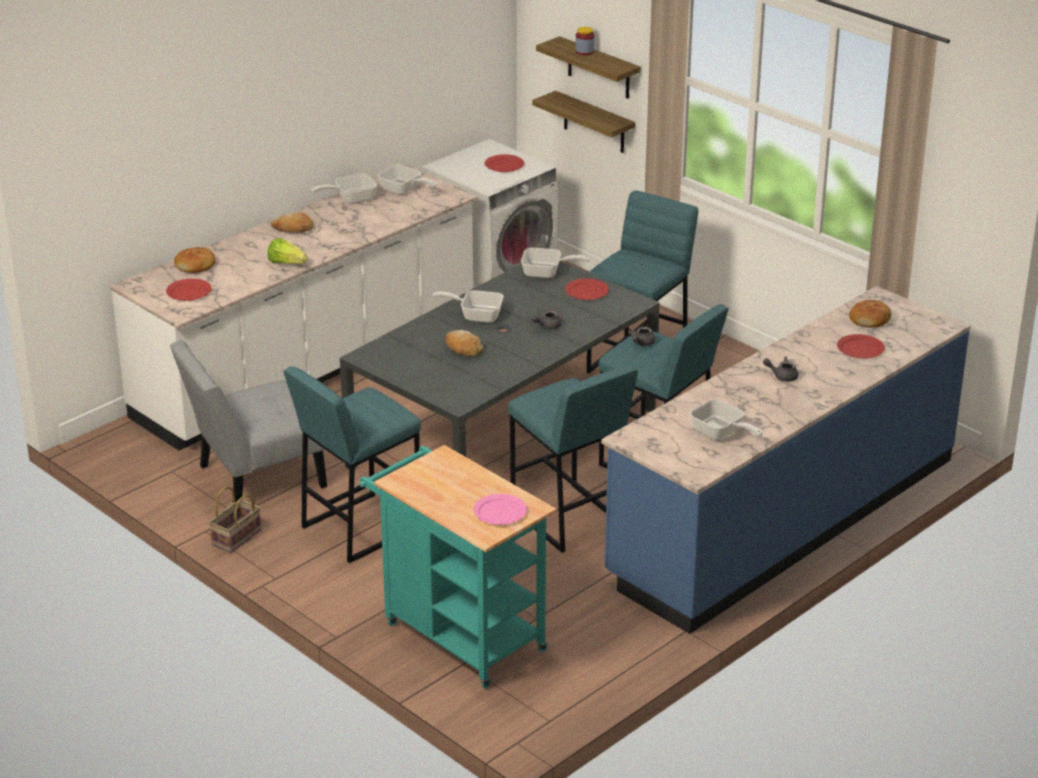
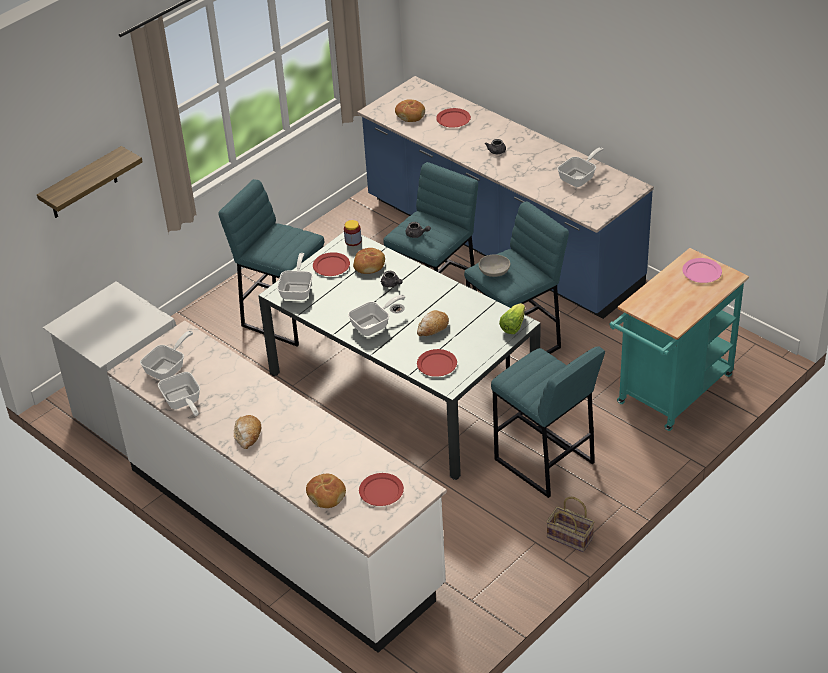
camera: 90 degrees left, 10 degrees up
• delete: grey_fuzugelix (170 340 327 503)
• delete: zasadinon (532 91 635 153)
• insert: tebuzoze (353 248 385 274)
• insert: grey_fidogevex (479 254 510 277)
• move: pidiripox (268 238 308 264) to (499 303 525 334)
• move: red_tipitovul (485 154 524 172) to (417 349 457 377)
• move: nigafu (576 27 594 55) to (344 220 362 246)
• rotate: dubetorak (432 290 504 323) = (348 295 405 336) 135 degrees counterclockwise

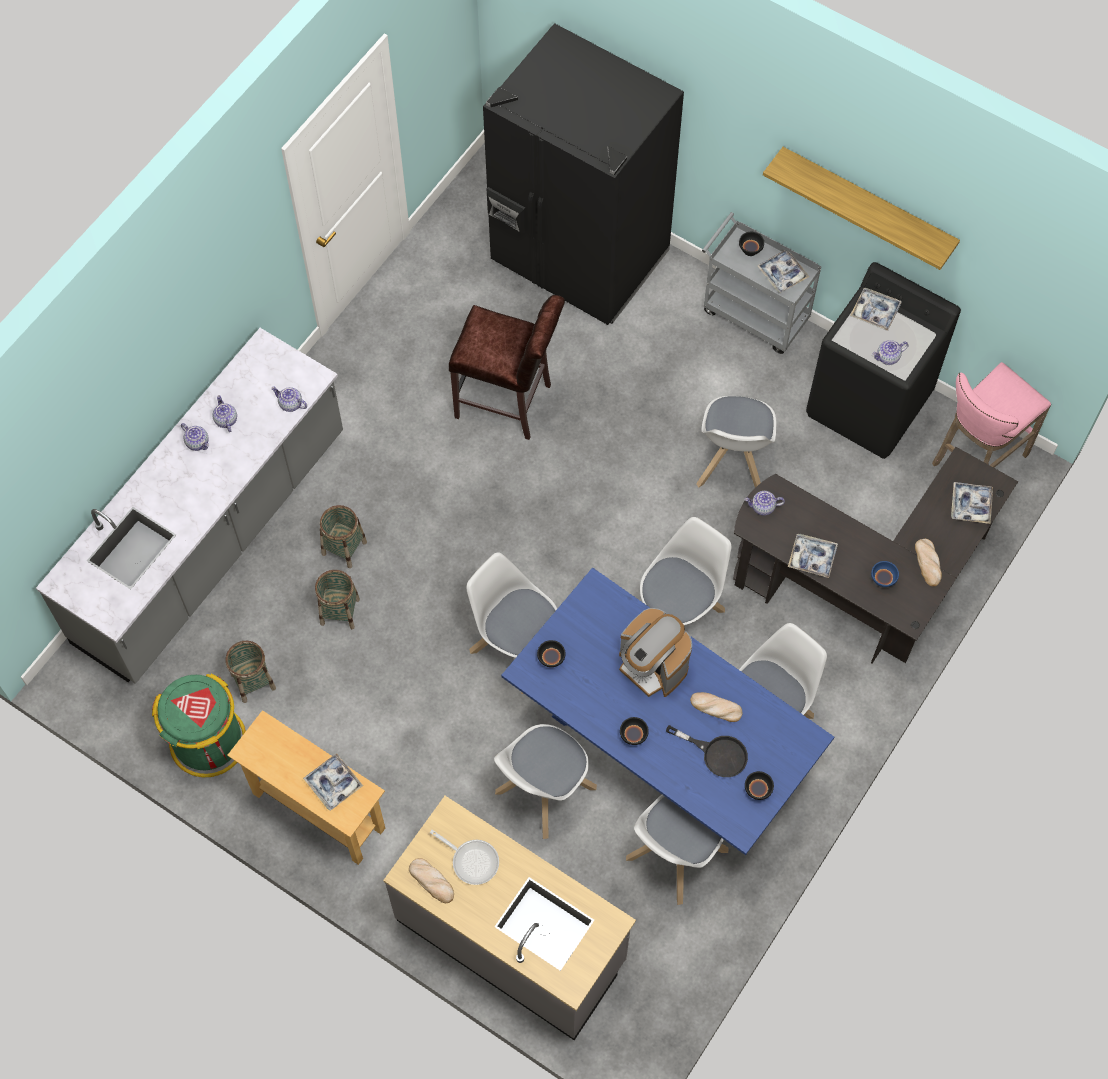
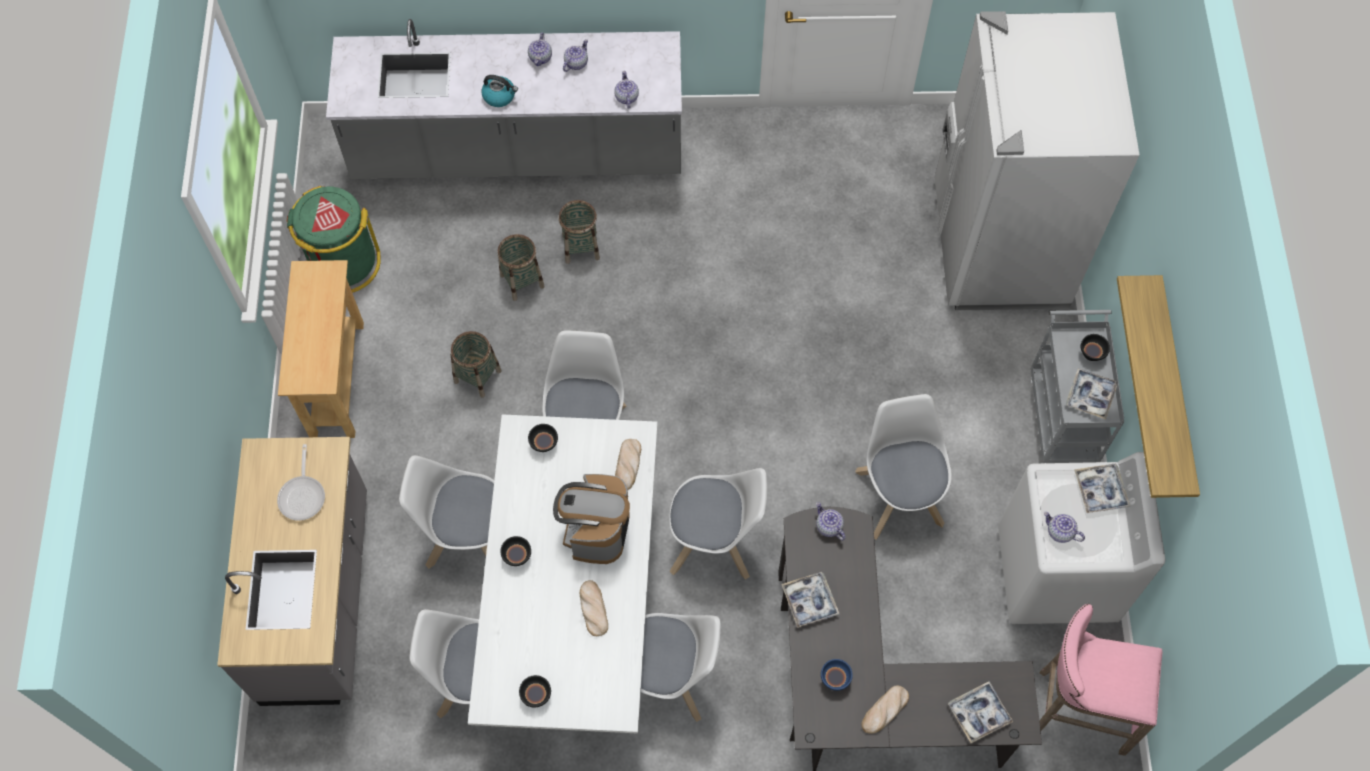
camera: 55 degrees right, 0 degrees up
• delete: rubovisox (303 753 363 811)
• delete: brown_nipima (449 295 565 440)
• delete: black_dubetorak (666 725 748 777)
• insert: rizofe (481 75 518 107)
• move: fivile (226 641 276 703) to (451 331 502 398)
• move: tebuzoze (409 858 454 903) to (615 439 641 490)
• recolor: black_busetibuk (483 23 684 325) to white_busetibuk (935 11 1139 311)
• recolor: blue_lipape (501 568 834 855) to white_lipape (468 414 658 734)
• recolor: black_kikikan (806 262 961 459) to white_kikikan (998 452 1165 624)
• rotate: fuzugelix (696 396 777 488) = (855 394 952 540) 105 degrees clockwise

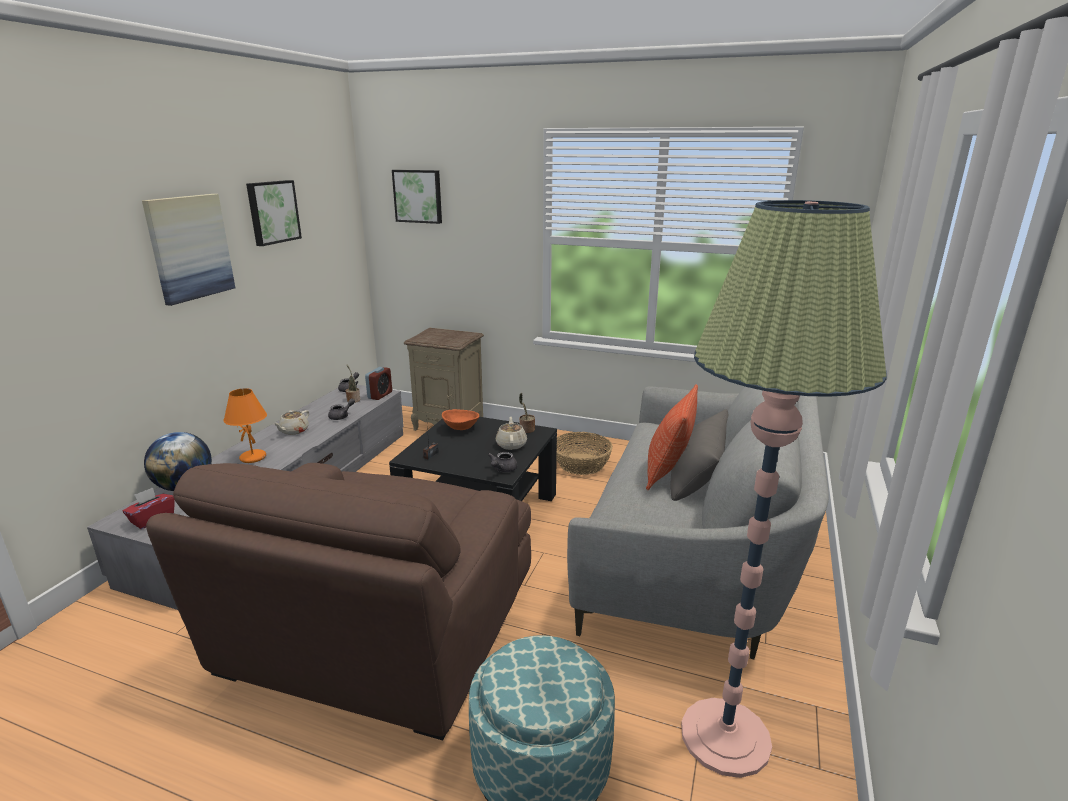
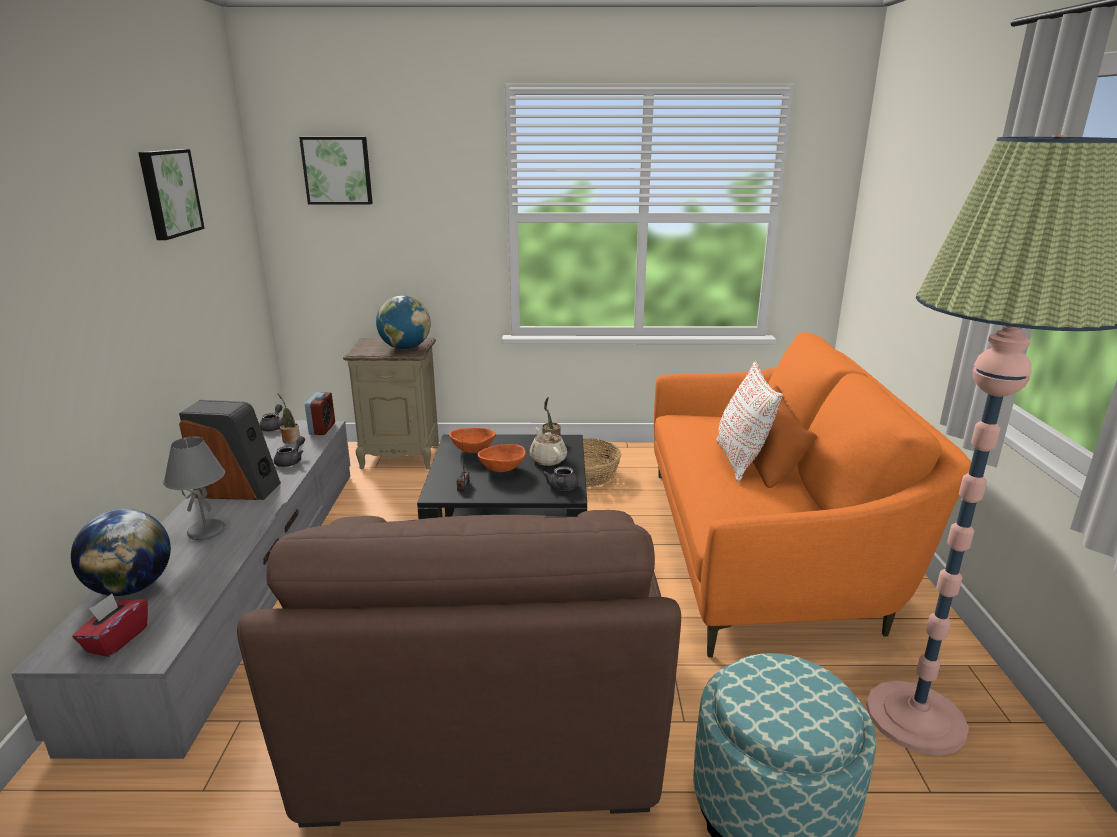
camera: 20 degrees left, 0 degrees up
• delete: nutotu (142 194 235 306)
• insert: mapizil (376 296 431 349)
• insert: orange_fidogevex (477 444 526 472)
• replace: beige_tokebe (274 410 309 435) to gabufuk (179 400 281 500)
• recolor: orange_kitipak (223 388 267 463) to grey_kitipak (163 437 225 540)
• recolor: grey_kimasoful (567 387 829 659) to orange_kimasoful (654 332 971 657)
• recolor: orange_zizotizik (646 384 698 490) to white_zizotizik (716 361 782 482)

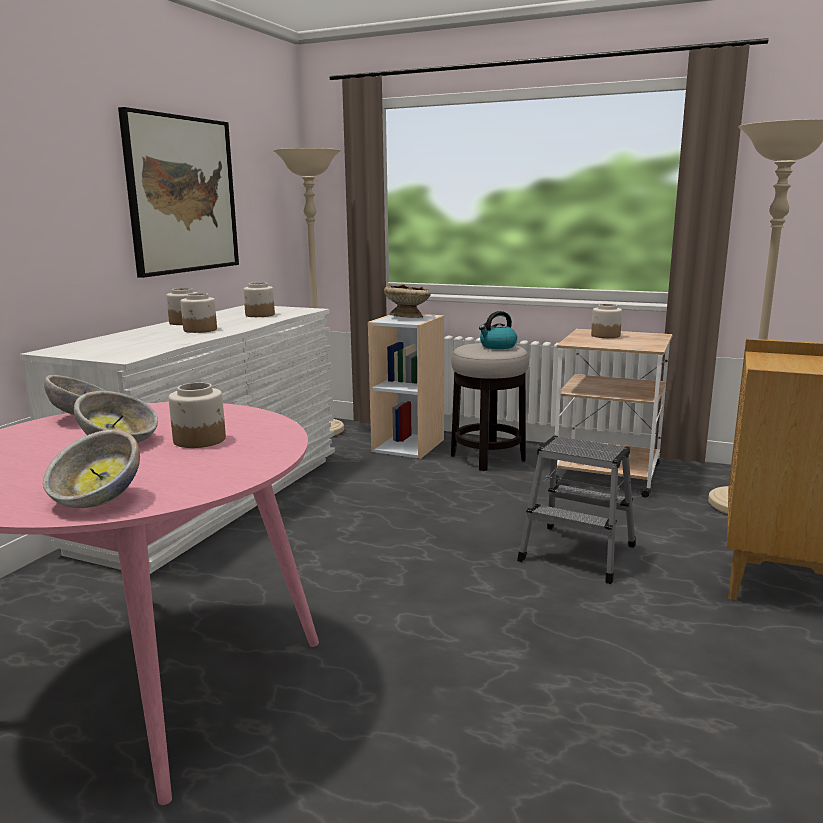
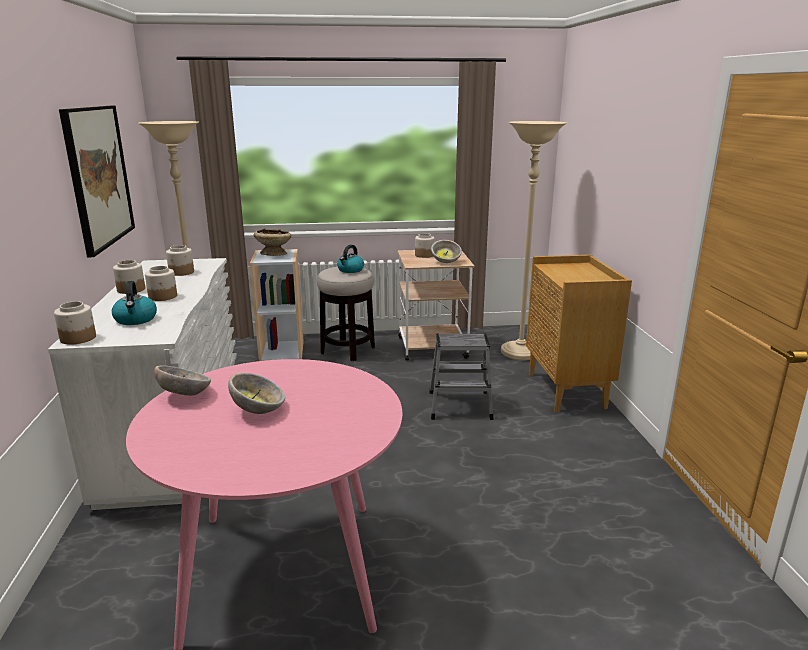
camera: 30 degrees left, 5 degrees up
• insert: rizofe (112 281 157 325)
• move: fidogevex (43 430 140 508) to (431 240 462 263)
• move: nigafu (169 382 226 448) to (54 301 96 345)

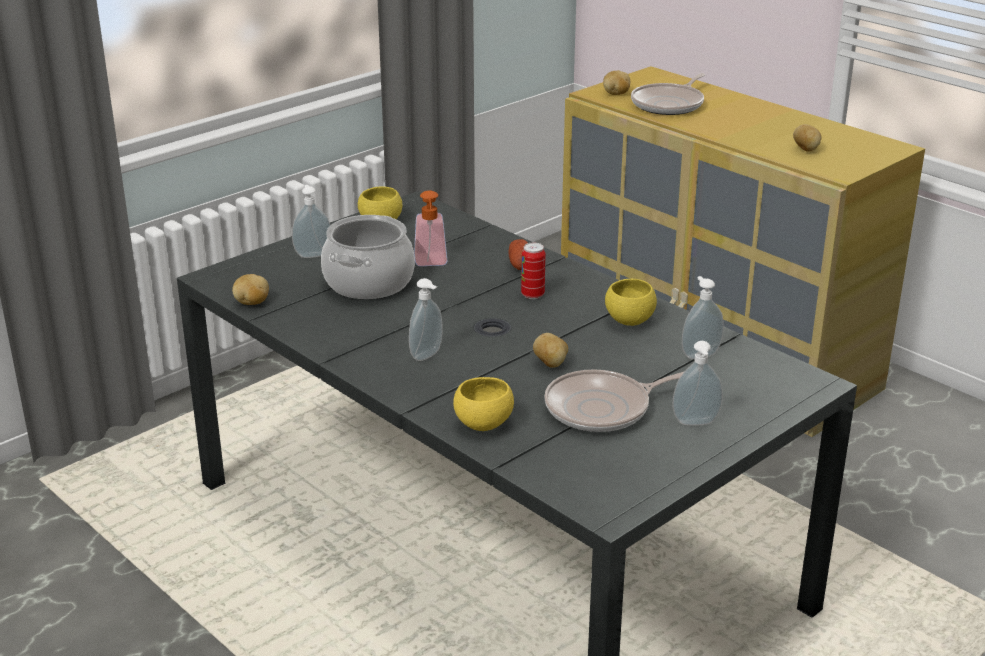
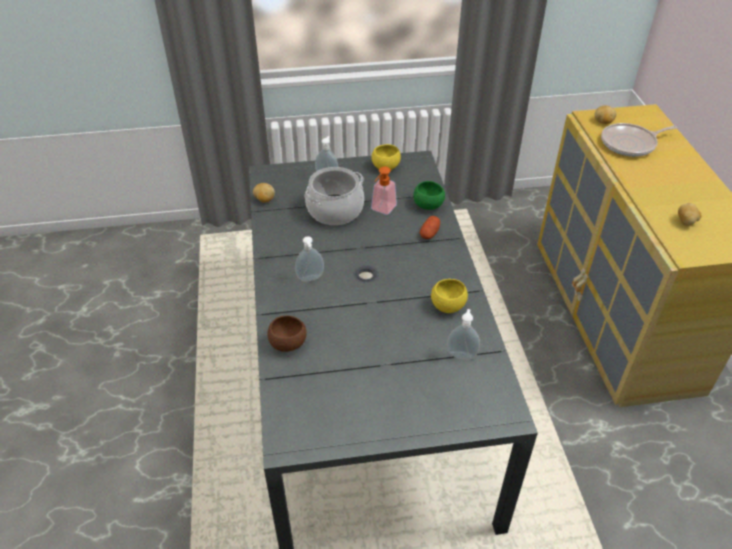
camera: 35 degrees right, 15 degrees up
• delete: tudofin (521 243 546 299)
• delete: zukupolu (533 333 568 368)
• delete: dubetorak (544 369 684 432)
• delete: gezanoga (672 341 723 426)
• insert: green_fidogevex (413 181 445 210)
• recolor: yellow_fidogevex (453 377 514 431) to brown_fidogevex (267 316 306 352)

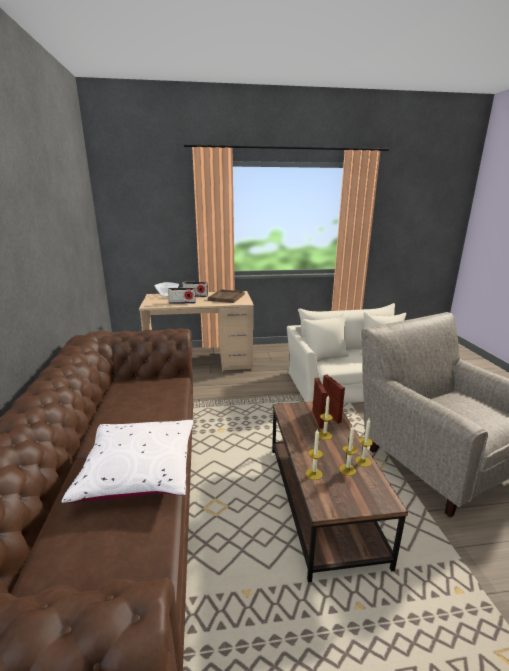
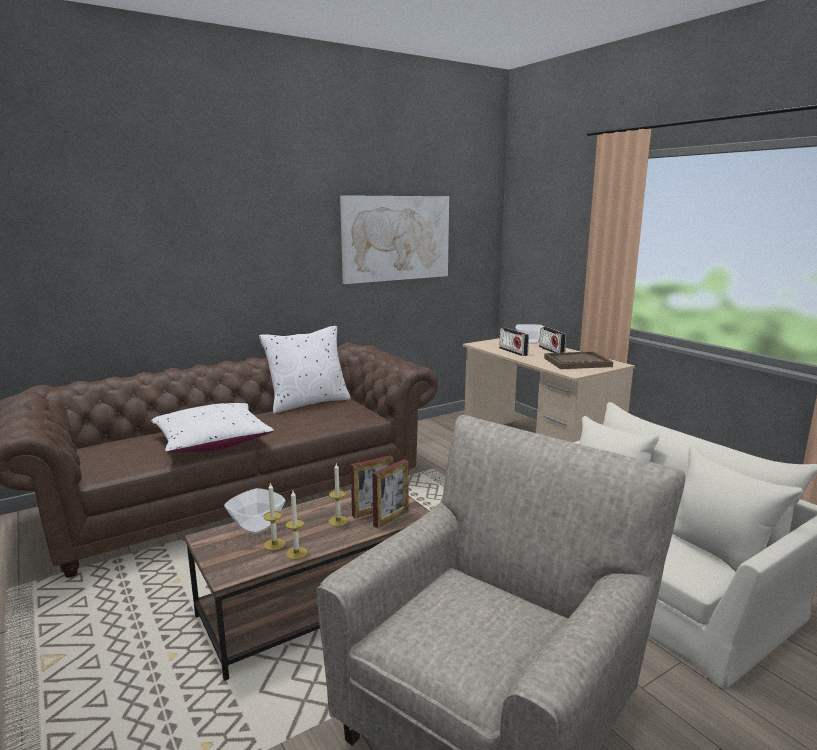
camera: 65 degrees right, 5 degrees down
• insert: white_zizotizik (259 326 351 414)
• insert: nutotu (340 195 449 284)
• replace: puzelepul (306 429 323 480) to fidogevex (224 488 286 534)

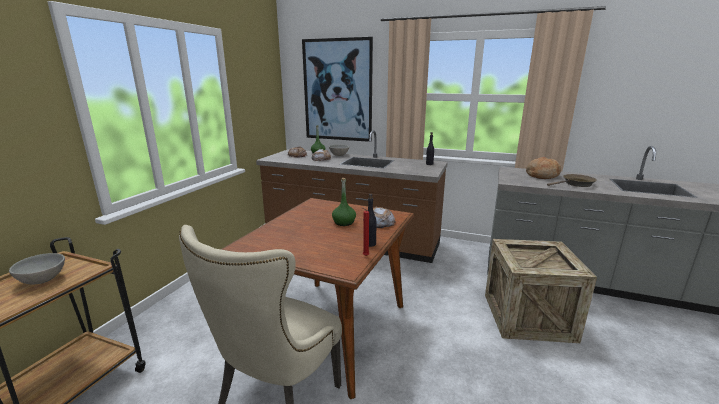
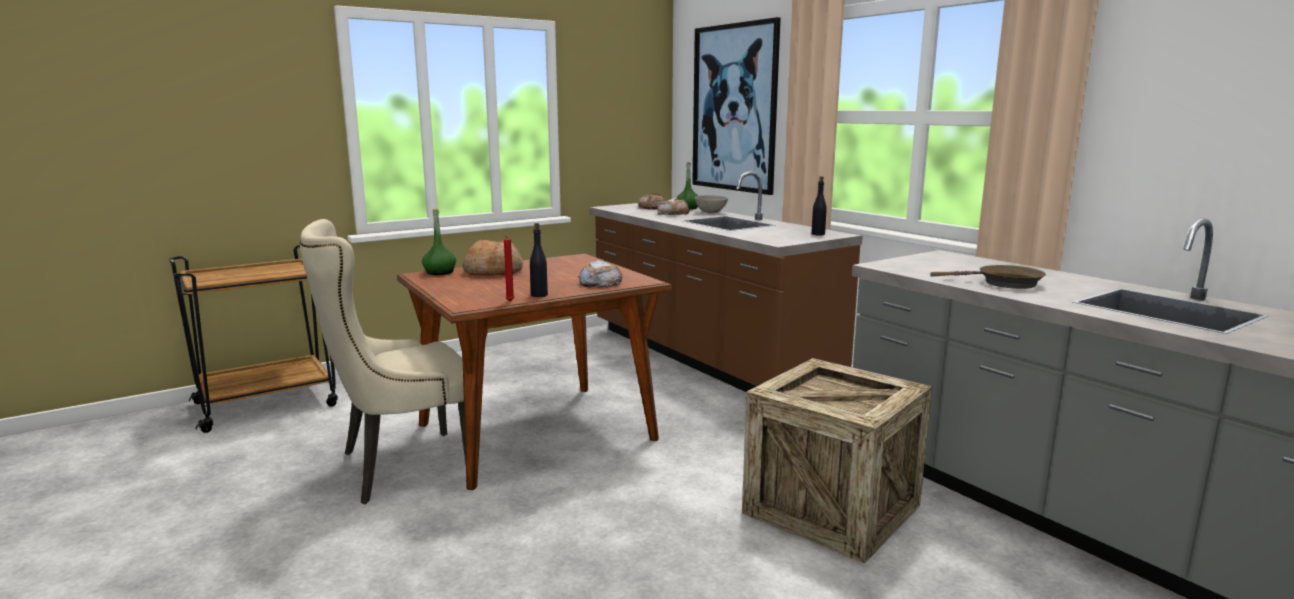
camera: 35 degrees right, 5 degrees down
• delete: grey_fidogevex (9 253 65 284)
• move: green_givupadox (332 178 356 226) to (422 209 456 275)
• move: tebuzoze (526 157 561 179) to (463 240 523 275)

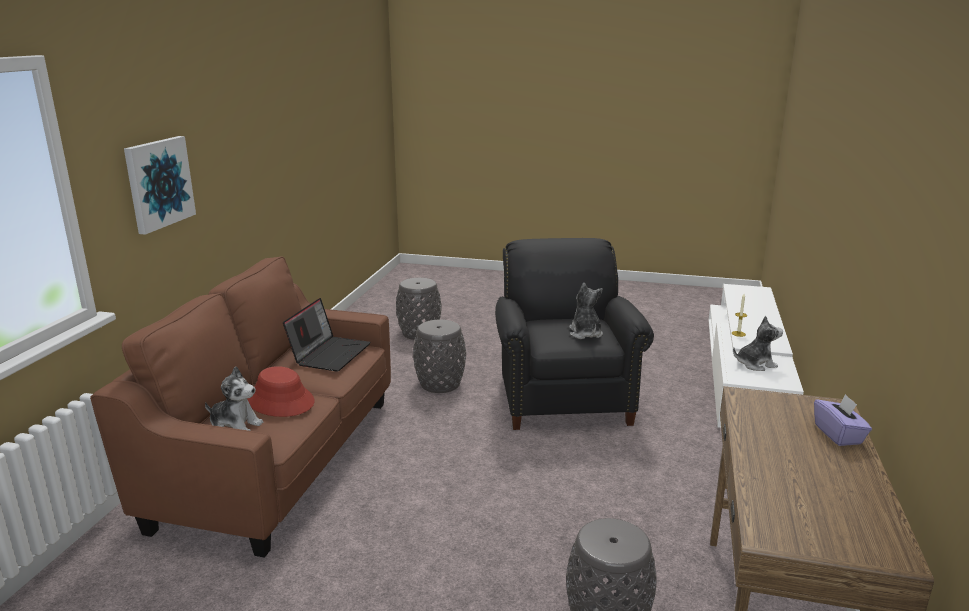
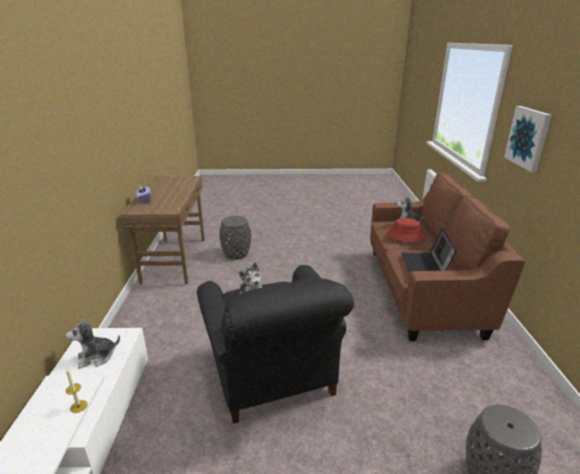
camera: 165 degrees right, 5 degrees up
• delete: grey_nipima (413 319 466 393)

